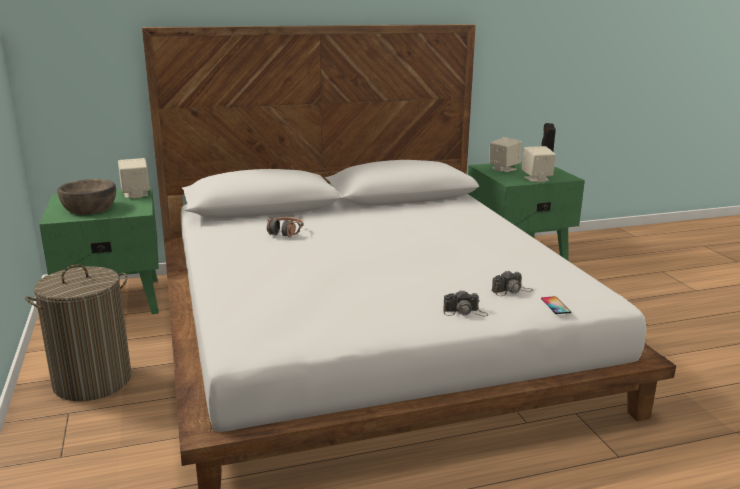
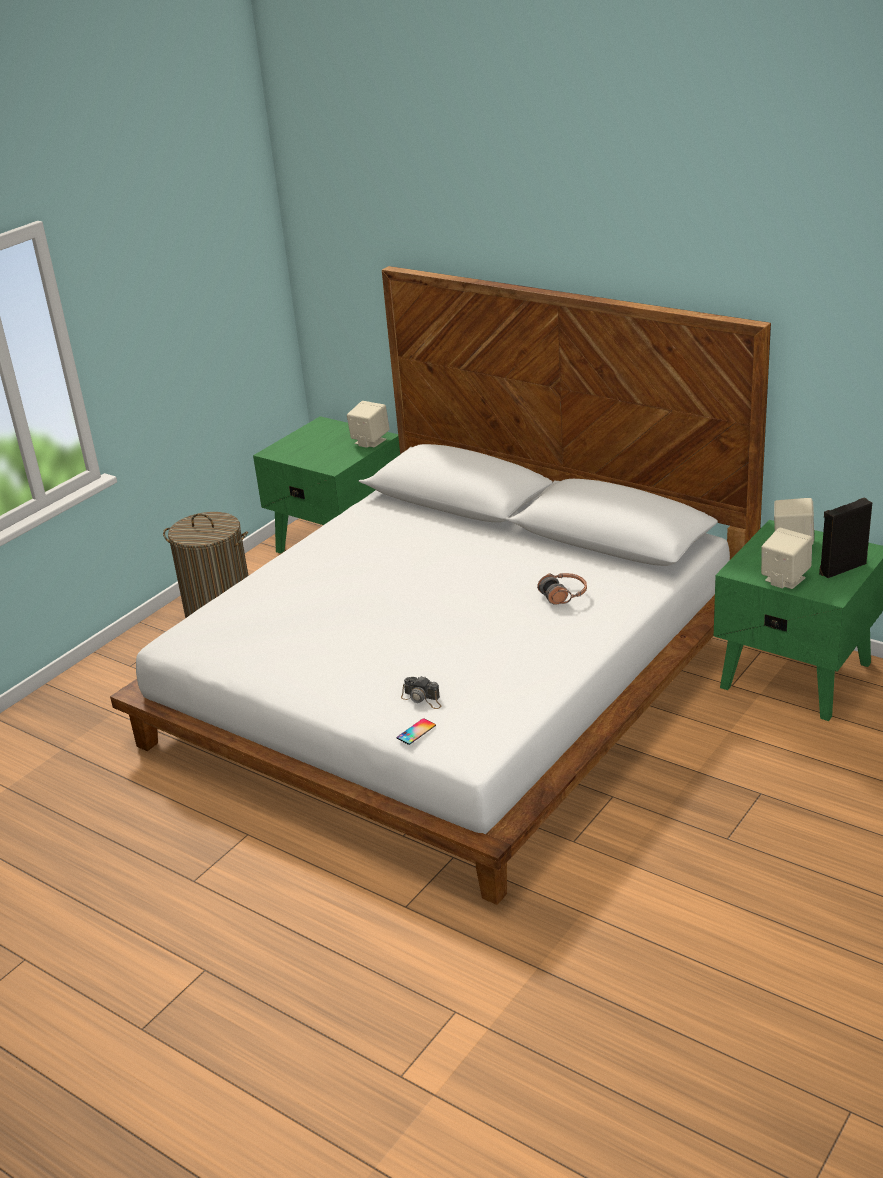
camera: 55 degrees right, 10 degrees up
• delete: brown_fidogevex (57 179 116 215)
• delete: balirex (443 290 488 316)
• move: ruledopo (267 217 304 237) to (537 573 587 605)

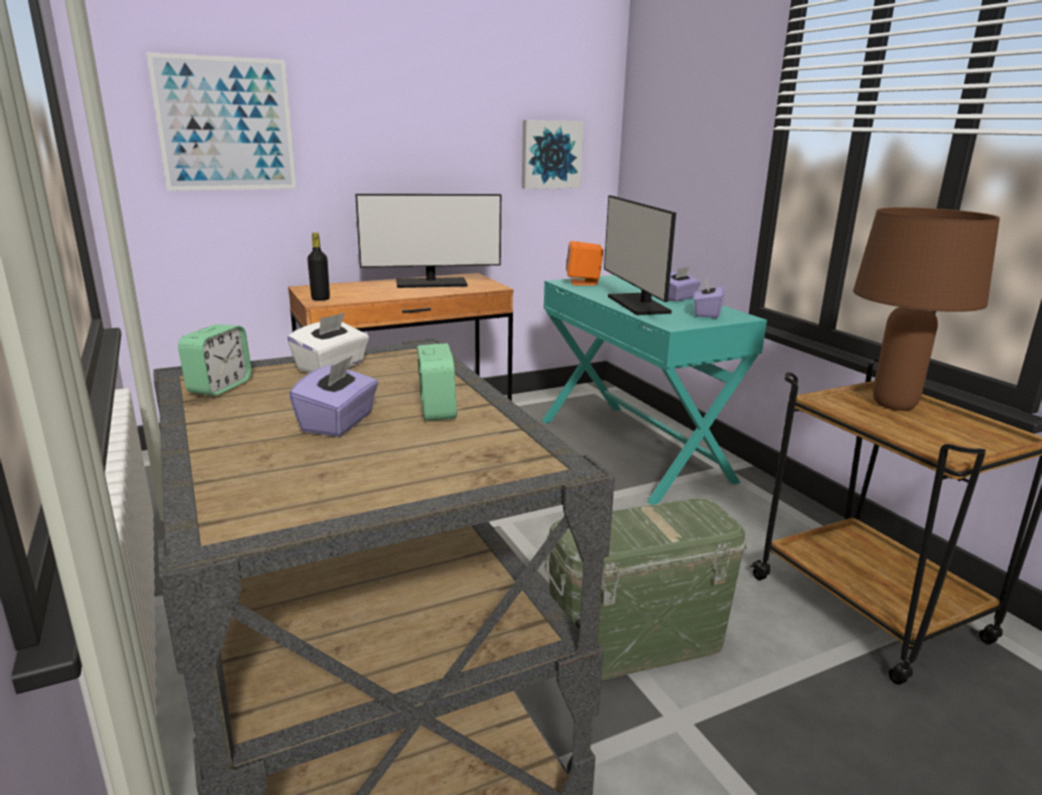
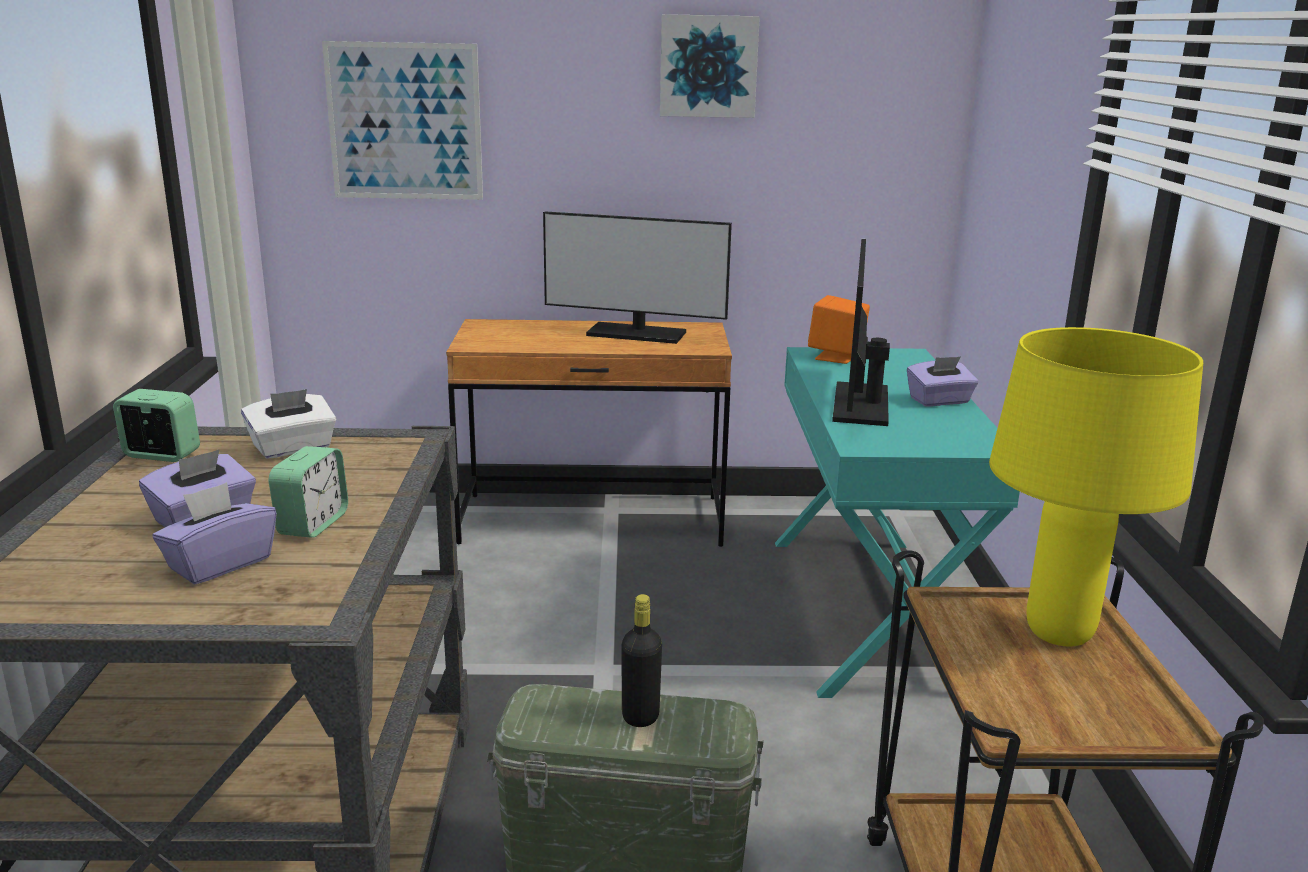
camera: 25 degrees right, 0 degrees up
• move: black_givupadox (307 232 330 301) to (621 594 662 727)
• move: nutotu (522 120 584 189) to (660 14 760 118)
• move: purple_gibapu (693 278 725 318) to (153 482 277 585)
• recolor: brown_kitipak (853 207 1000 411) to yellow_kitipak (989 327 1203 646)
• rotate: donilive (178 324 252 396) = (113 389 200 462) 120 degrees counterclockwise

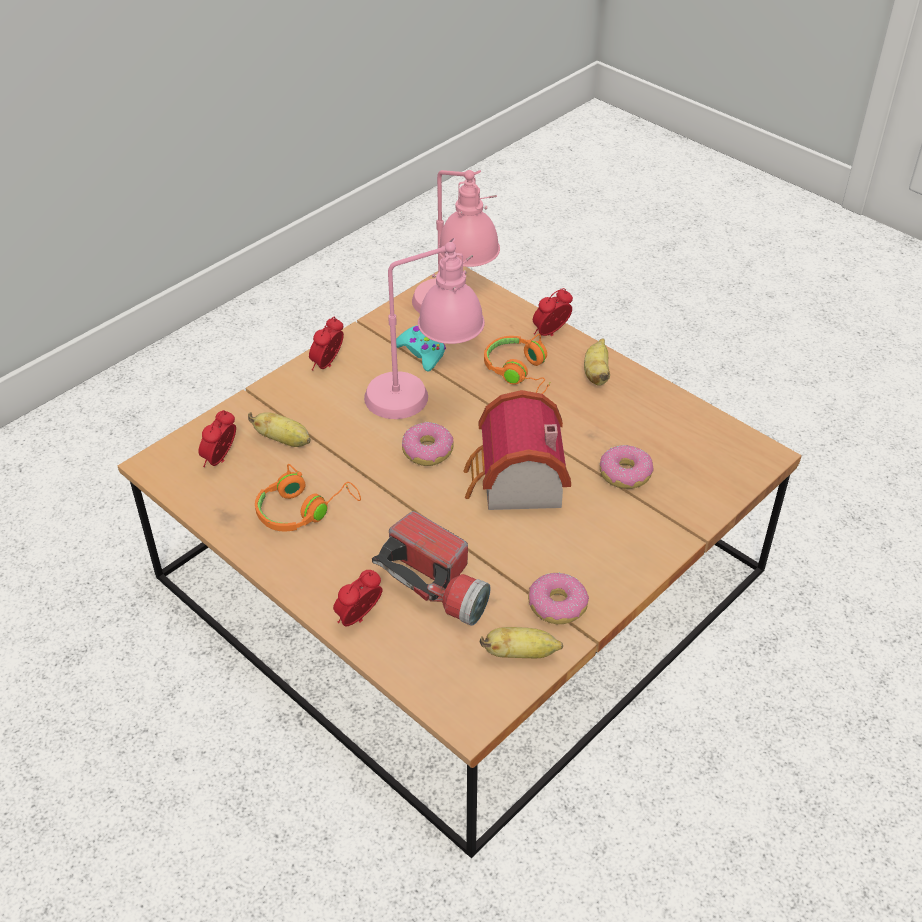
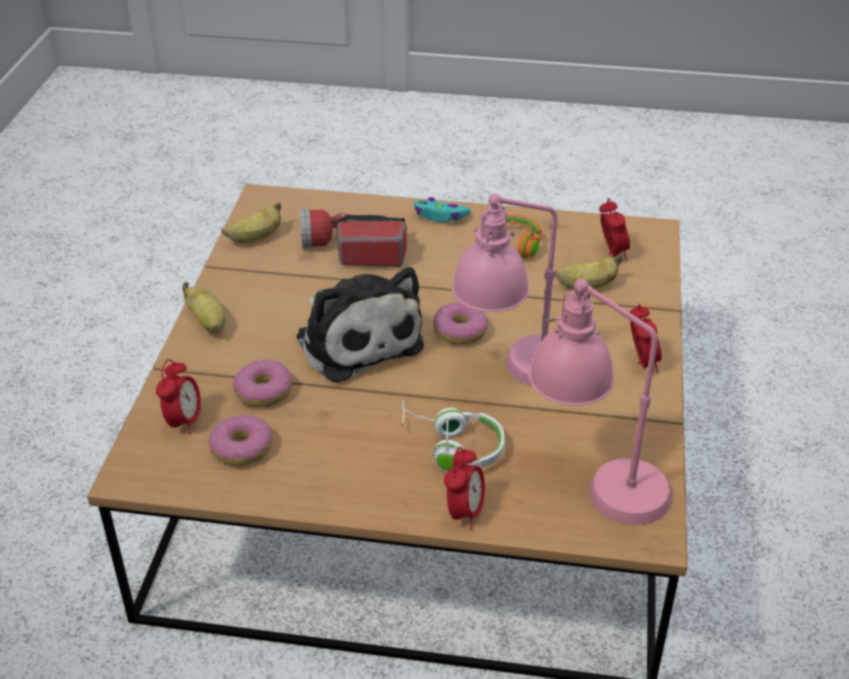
camera: 145 degrees right, 5 degrees down
• move: donilive (333 570 382 626) to (156 359 201 435)
• move: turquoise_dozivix (396 326 446 372) to (414 197 471 223)
• move: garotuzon (528 573 589 624) to (209 415 272 466)
• move: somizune (584 339 610 385) to (182 282 226 333)
• replace: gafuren (463 390 571 510) to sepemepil (296 267 424 383)
• recolor: orange_ruledopo (484 334 550 394) to white_ruledopo (401 400 505 471)

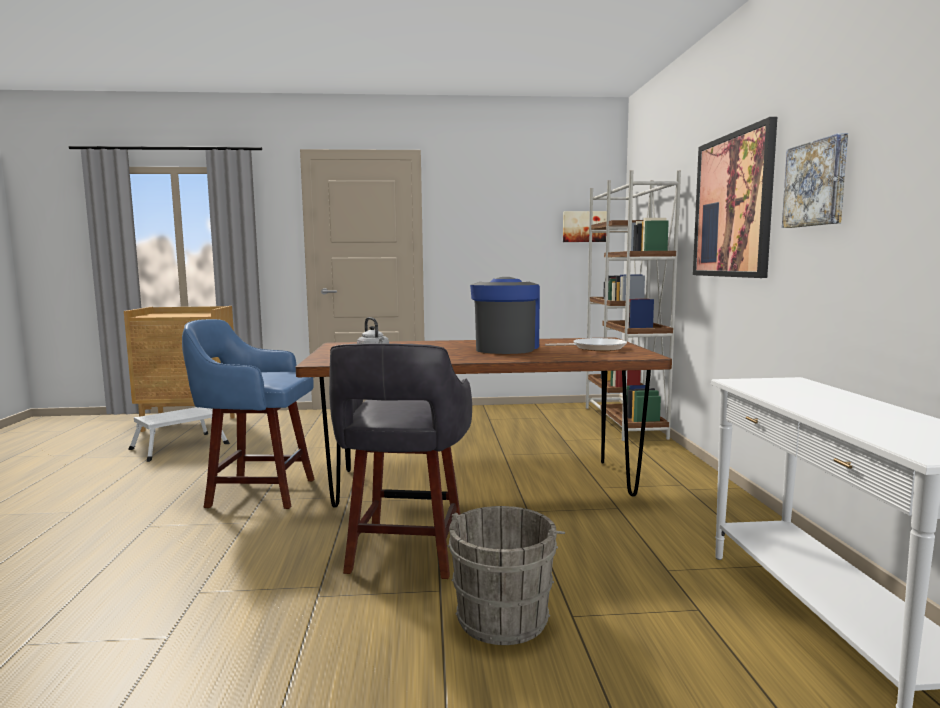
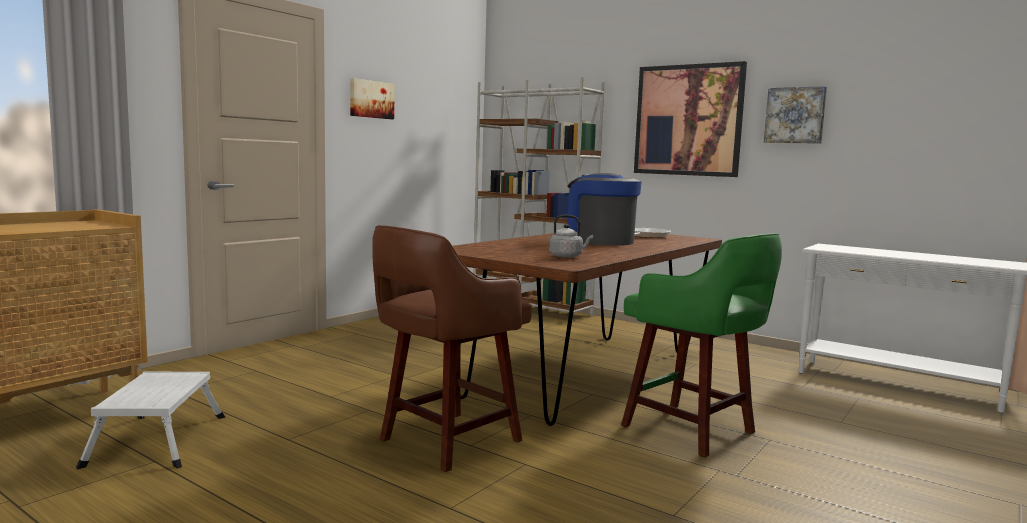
camera: 50 degrees left, 0 degrees up
• delete: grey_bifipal (448 506 565 645)
• move: nutotu (563 211 607 242) to (350 78 395 119)
• recolor: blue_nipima (182 319 314 509) to brown_nipima (372 225 532 472)
• recolor: grey_nipima (329 344 472 579) to green_nipima (621 233 782 457)

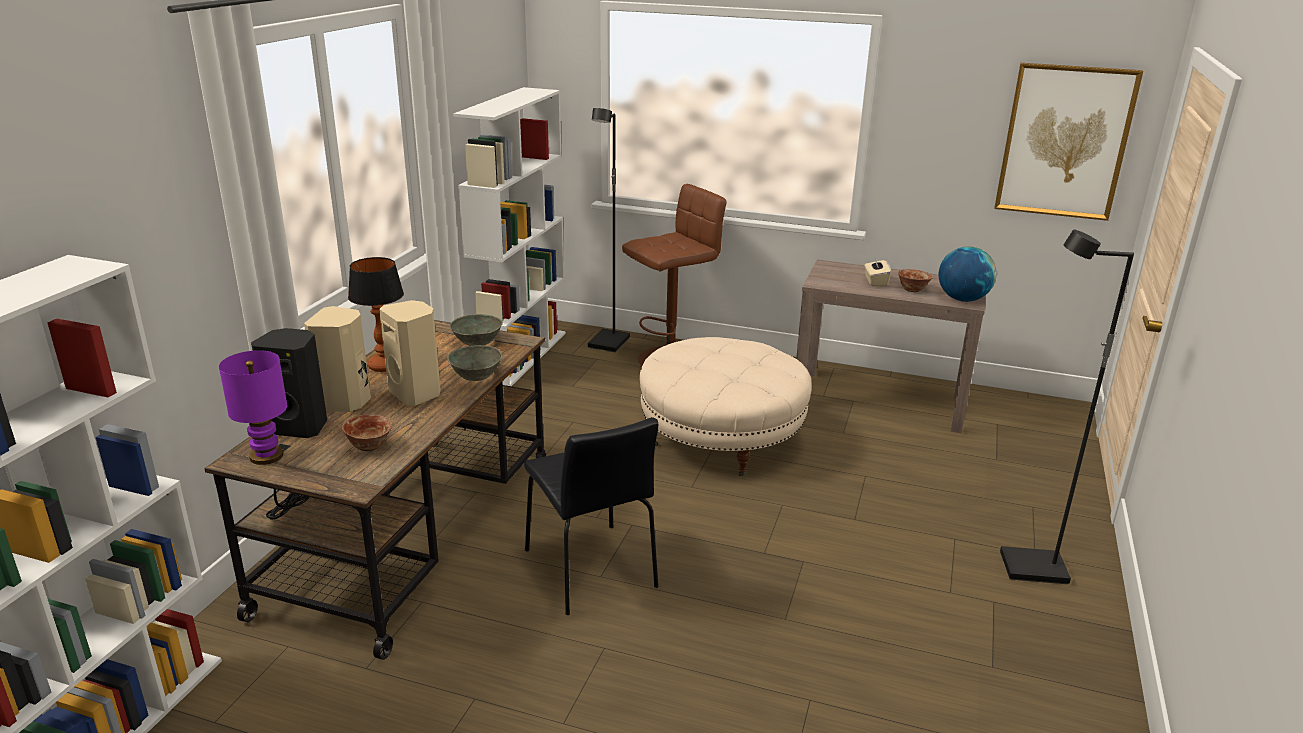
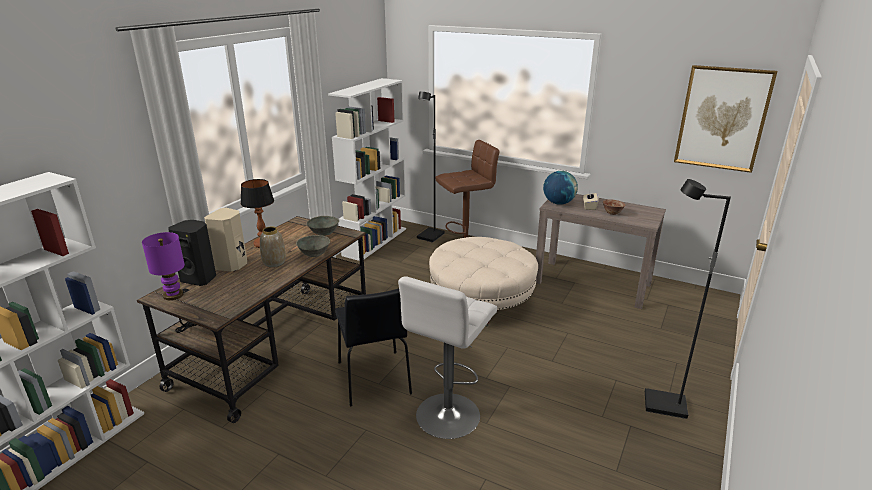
camera: 10 degrees right, 0 degrees up
• delete: fidogevex (342 414 392 451)
• insert: white_nipima (398 276 497 439)
• move: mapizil (939 246 996 302) to (543 171 578 205)
• replace: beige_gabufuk (379 300 440 406) to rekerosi (260 226 286 267)

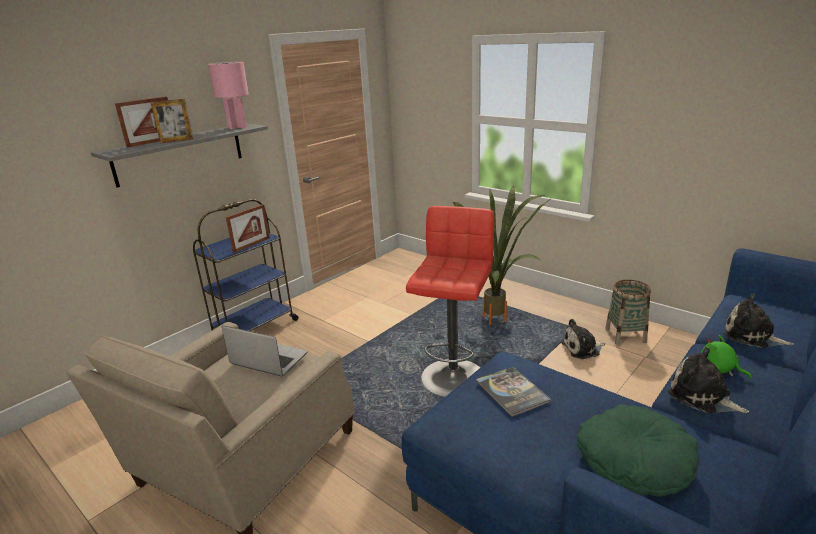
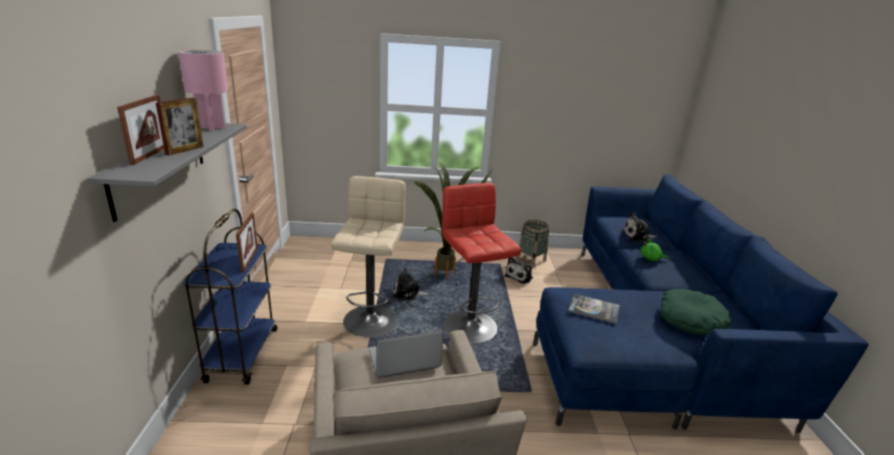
camera: 45 degrees left, 0 degrees up
• insert: beige_nipima (331 176 406 337)
• move: sepemepil (668 347 749 413) to (393 268 428 300)

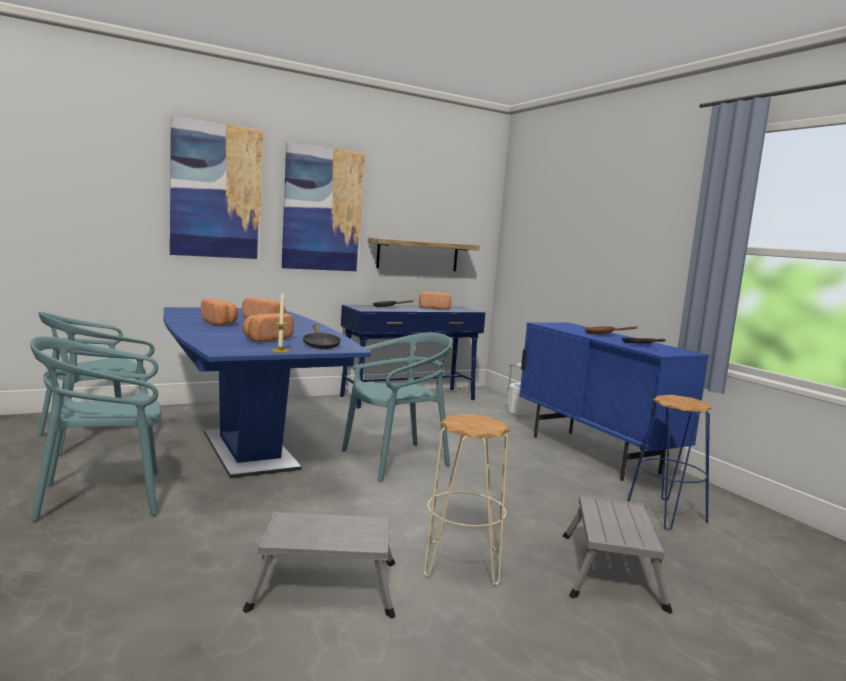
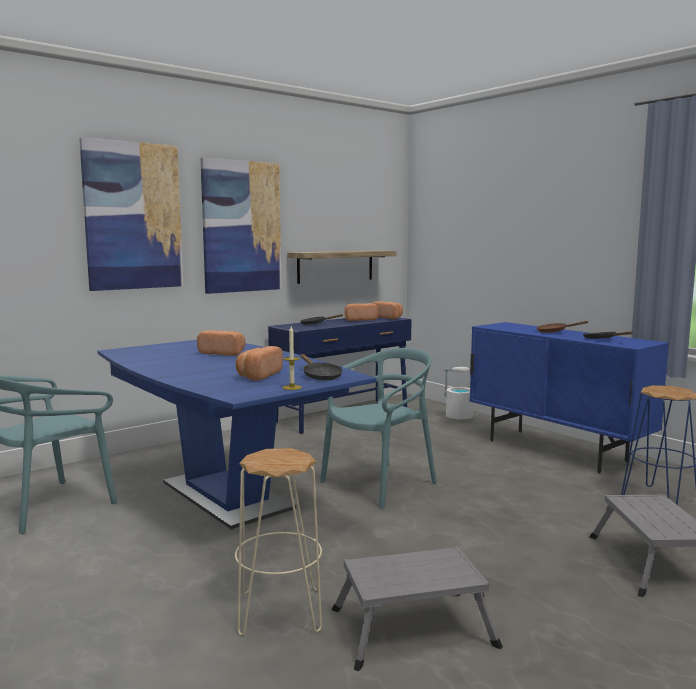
camera: 10 degrees left, 0 degrees up
• delete: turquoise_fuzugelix (30 336 161 522)
• move: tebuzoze (201 299 238 326) to (372 301 403 319)
• move: beige_nipima (424 414 510 586) to (235 448 322 636)

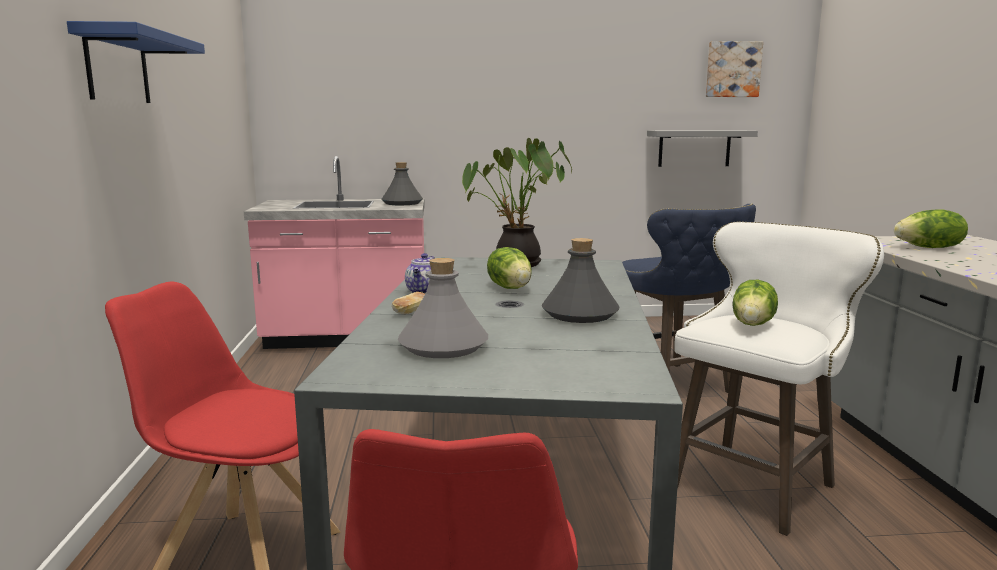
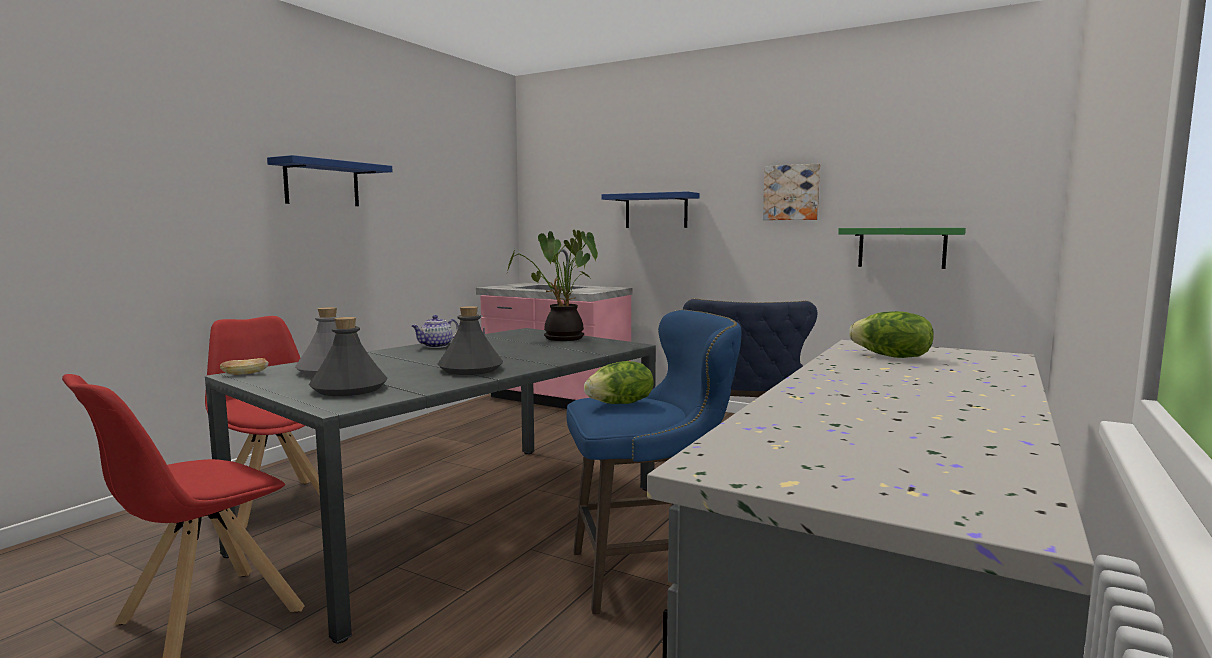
camera: 35 degrees right, 5 degrees down
• delete: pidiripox (487 247 532 289)
• insert: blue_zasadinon (602 191 700 228)
• move: grey_givupadox (382 162 423 205) to (309 317 388 396)
• move: tebuzoze (392 292 425 314) to (220 358 269 375)
• move: nutotu (706 41 763 97) to (763 164 820 220)
• recolor: grey_zasadinon (647 130 758 167) to green_zasadinon (838 228 966 269)
• recolor: white_nipima (674 221 884 536) to blue_nipima (567 310 742 614)

